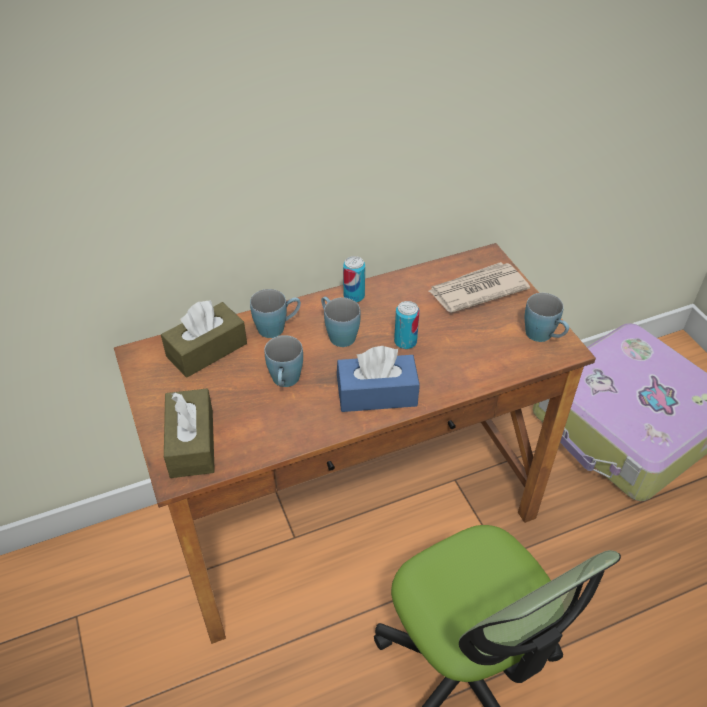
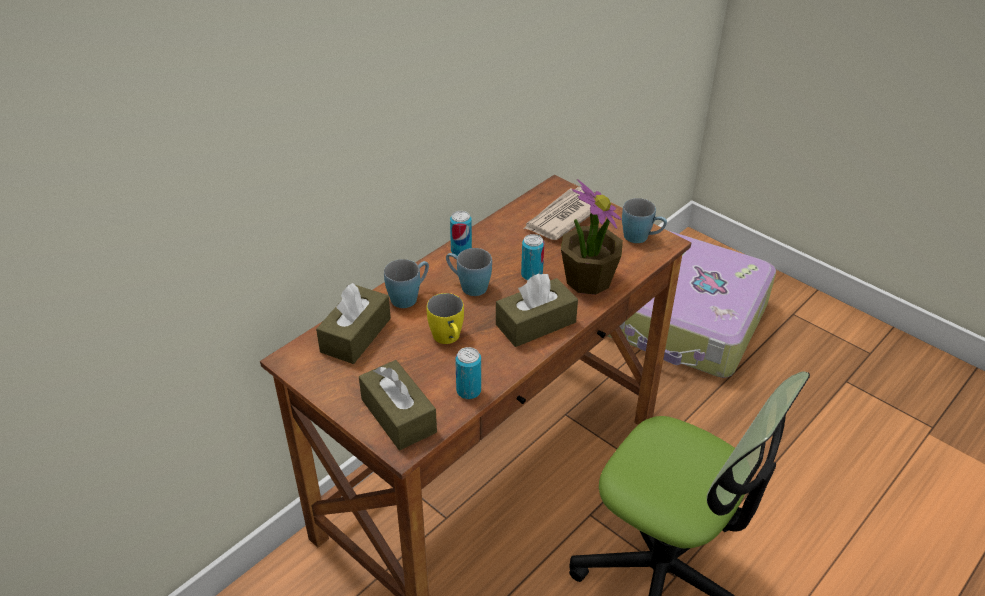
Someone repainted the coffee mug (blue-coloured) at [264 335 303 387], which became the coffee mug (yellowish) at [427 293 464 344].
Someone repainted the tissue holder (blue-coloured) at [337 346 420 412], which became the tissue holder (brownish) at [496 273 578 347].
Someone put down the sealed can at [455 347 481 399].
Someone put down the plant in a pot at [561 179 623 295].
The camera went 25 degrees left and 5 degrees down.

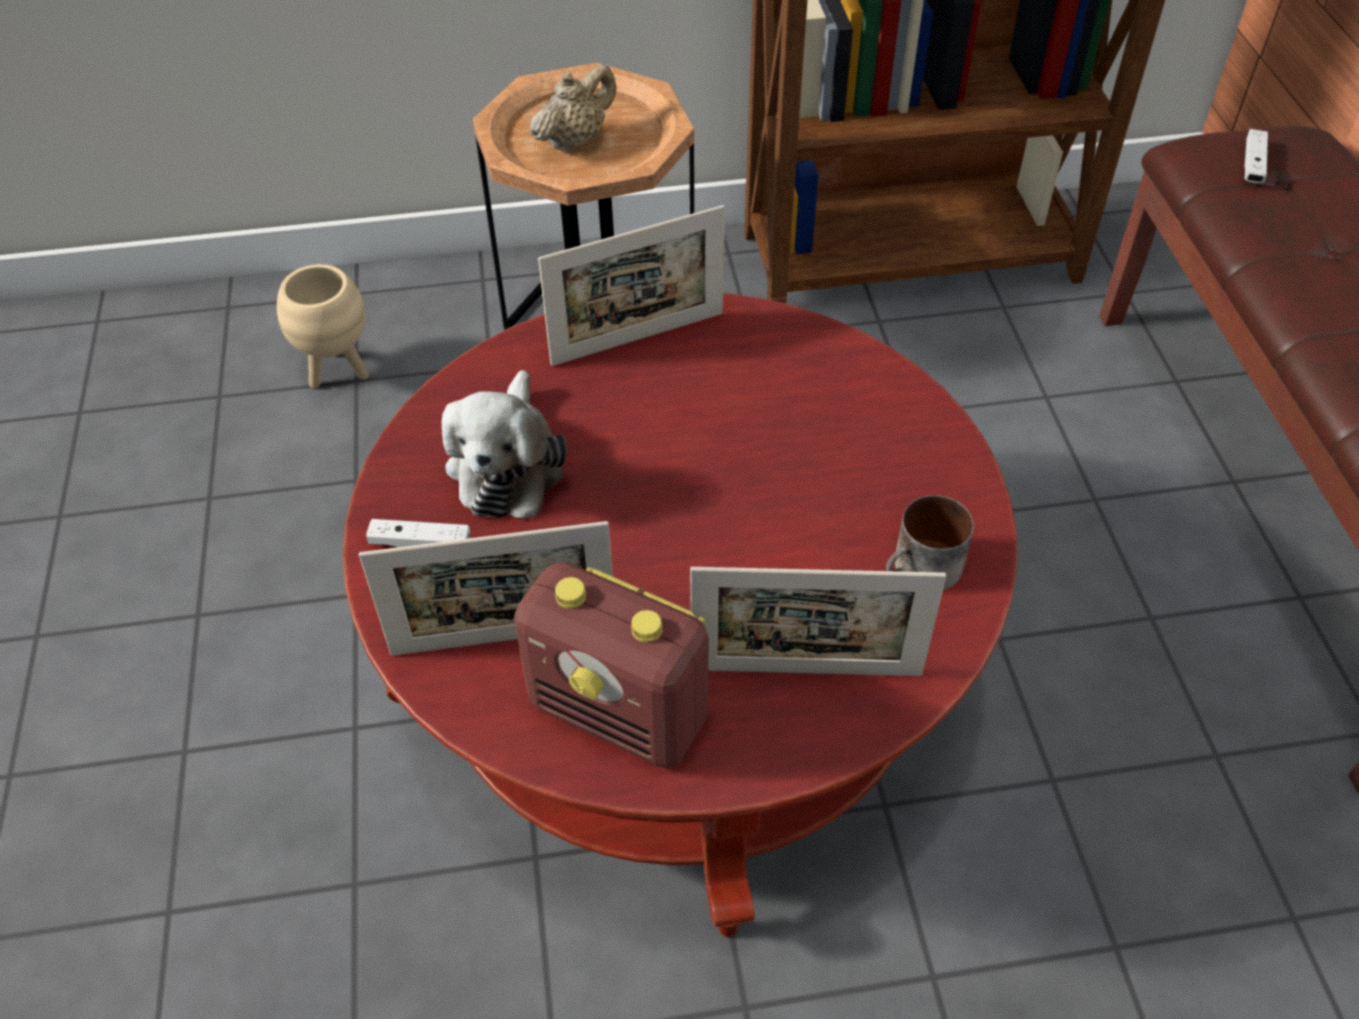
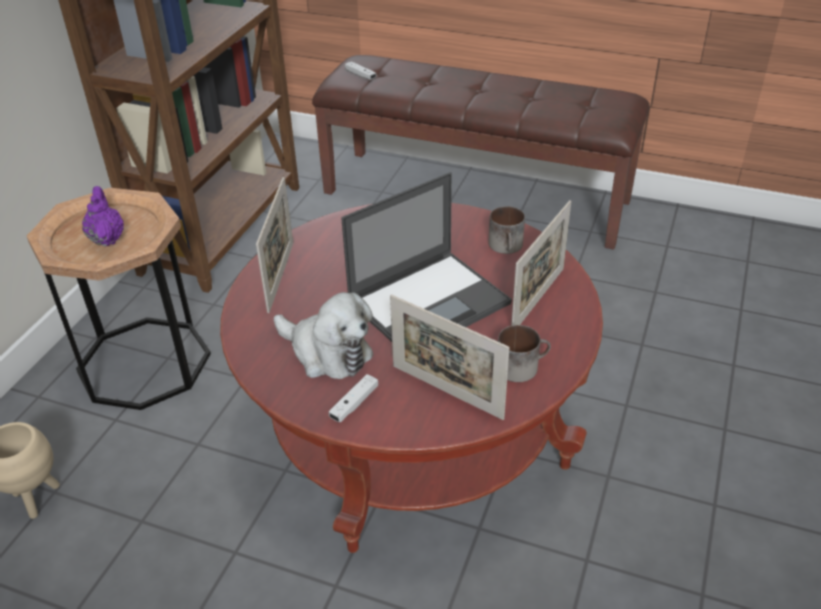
Someone rotated the photo frame at [359 521 613 656] by 105 degrees clockwise.
Someone swapped the radio at [514 562 709 768] for the coffee mug at [498 325 551 382].
Someone repainted the pot for tea (beige-coloured) at [530 64 617 153], which became the pot for tea (purplish) at [82 186 124 247].
Someone put down the portable computer at [341 172 512 342].
The camera went 60 degrees left and 10 degrees down.

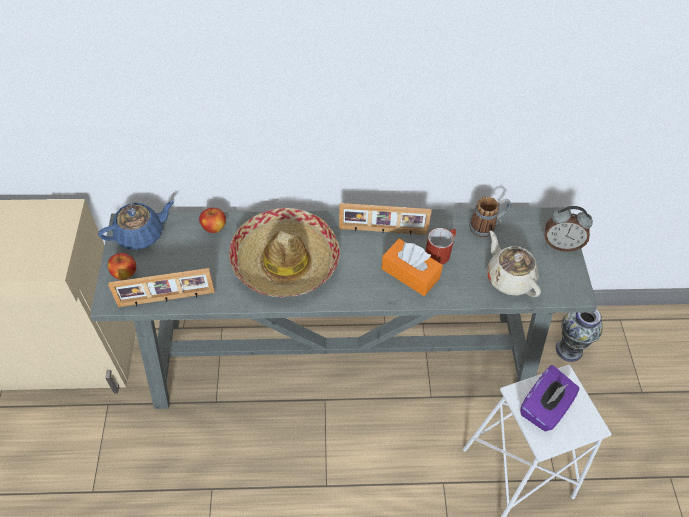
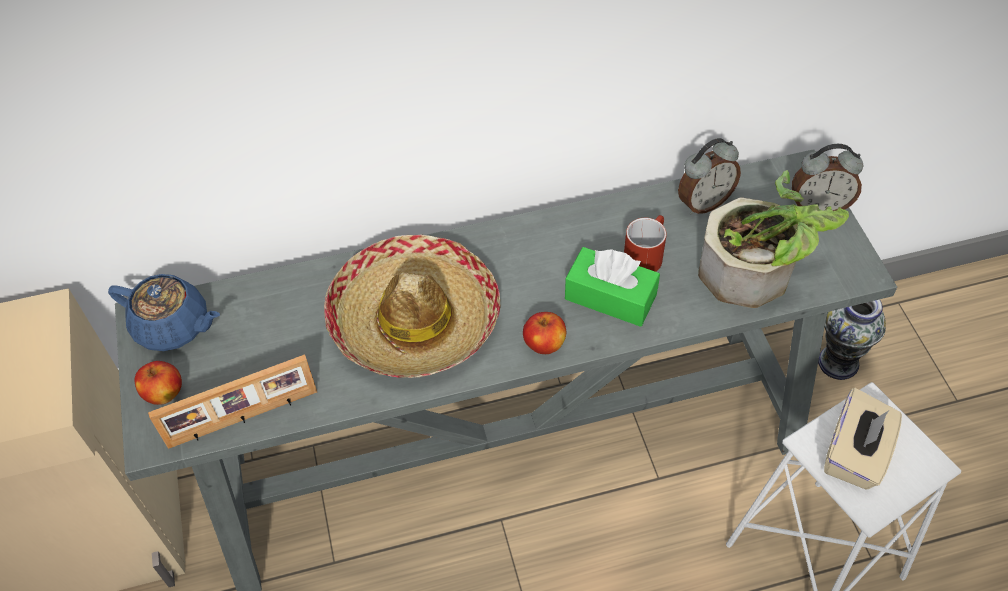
Someone rotated the pot for tea (blue-coloured) at [98 201 174 250] by 60 degrees clockwise.
Someone carried the apple from [199 208 226 233] to [523 312 566 354].
Someone took away the photo frame at [339 203 431 235].
Someone repainted the tissue holder (orange) at [381 238 443 296], which became the tissue holder (green-coloured) at [565 247 660 327].
Someone swapped the coffee mug at [469 197 511 237] for the table clock at [678 138 741 215].
Someone swapped the pot for tea (beige-coloured) at [487 231 541 297] for the plant in a pot at [698 170 849 308].
Someone repainted the tissue holder (purplish) at [520 365 579 431], which became the tissue holder (beige-coloured) at [824 388 902 489].
The camera went 10 degrees left and 0 degrees up.

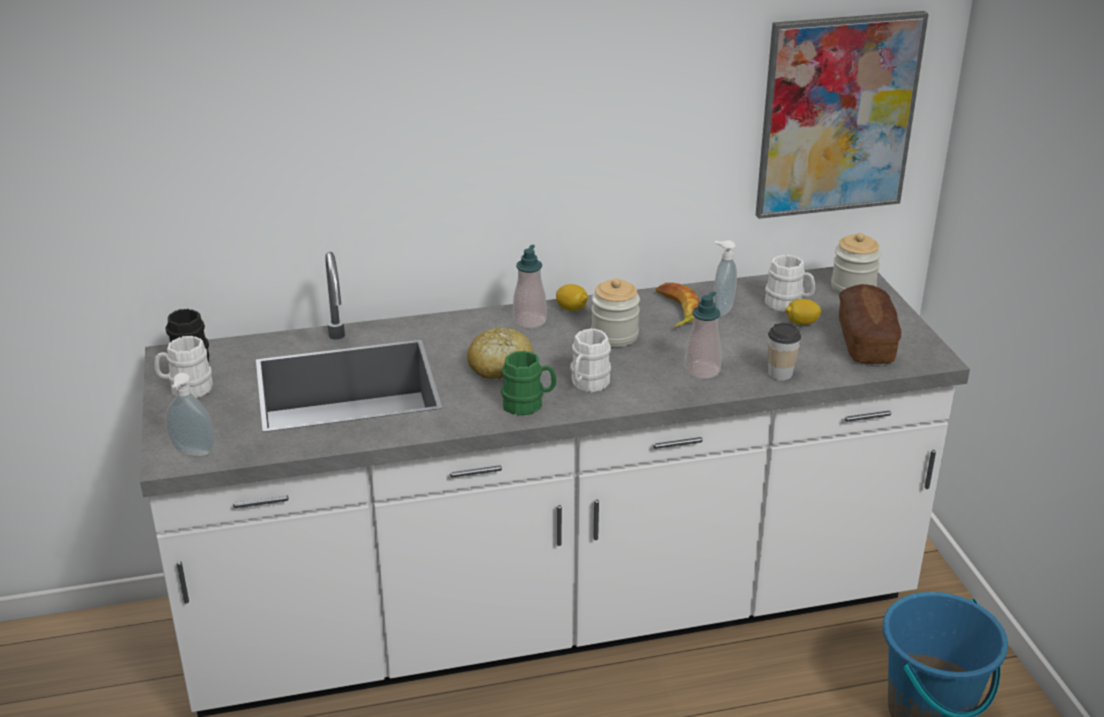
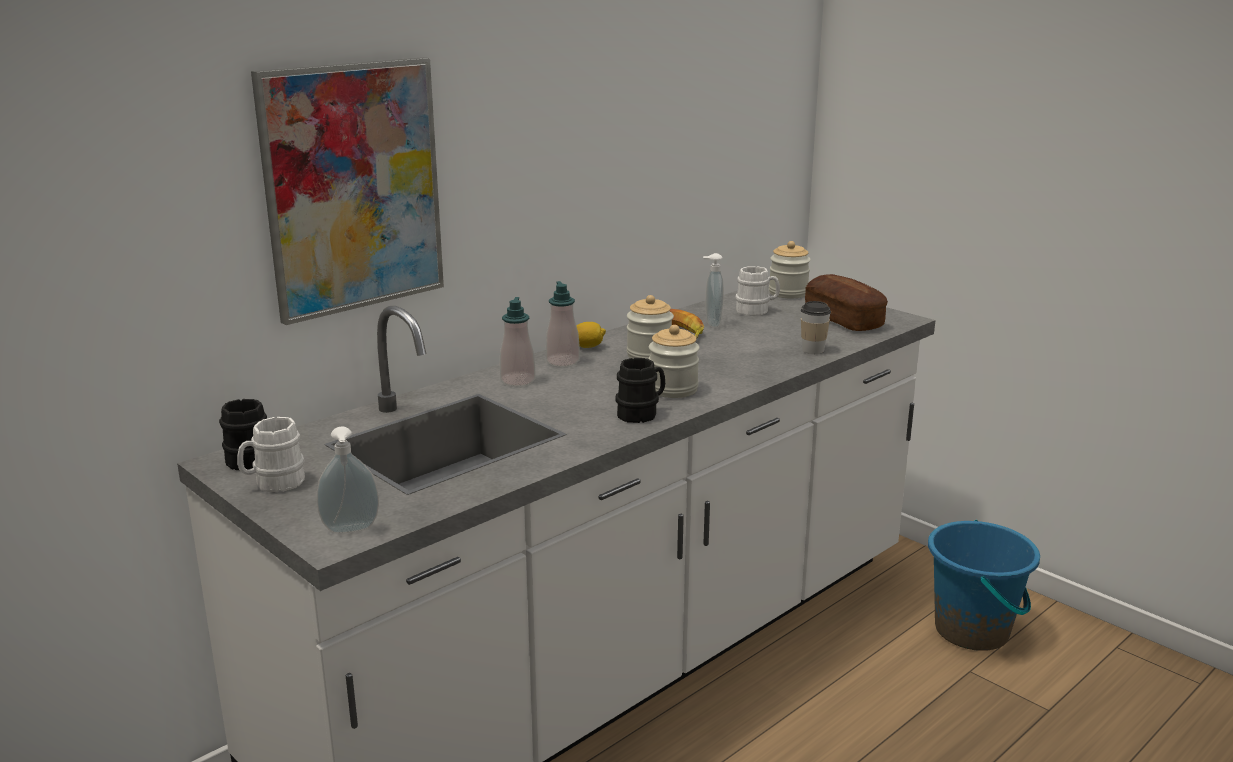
Someone took away the bread at [467 328 533 379].
Someone repainted the coffee mug (green-coloured) at [501 351 556 415], which became the coffee mug (black) at [615 358 665 423].
Someone swapped the coffee mug (whitish) at [570 328 611 392] for the jar at [649 325 700 398].
Someone carried the soap bottle from [685 291 721 379] to [500 297 536 386].
Someone carried the wall art from [756 11 929 219] to [251 57 444 325].
Someone took away the whole lemon at [786 299 821 325].
The camera went 30 degrees left and 10 degrees down.

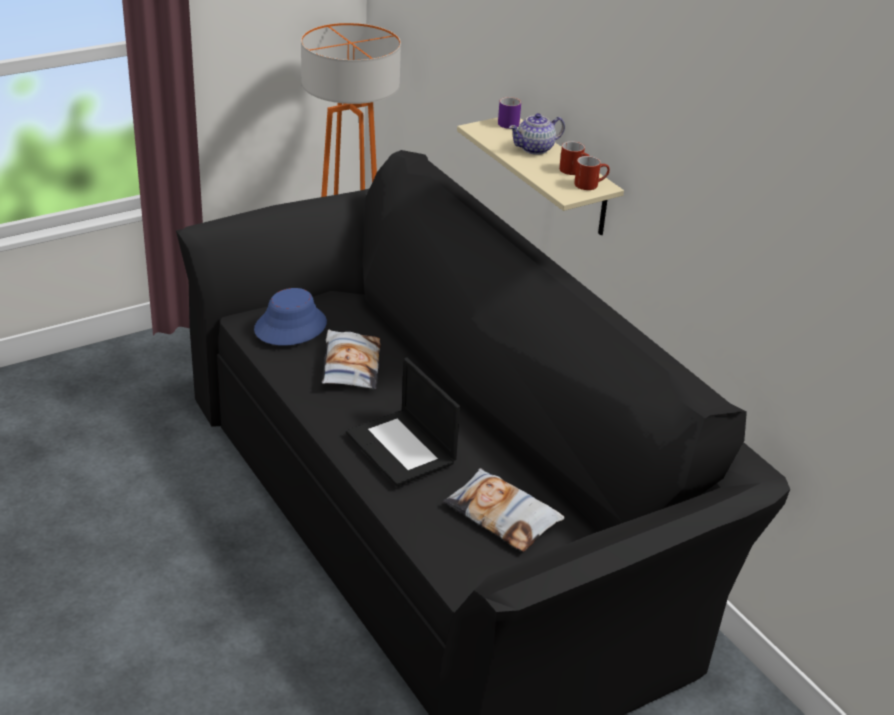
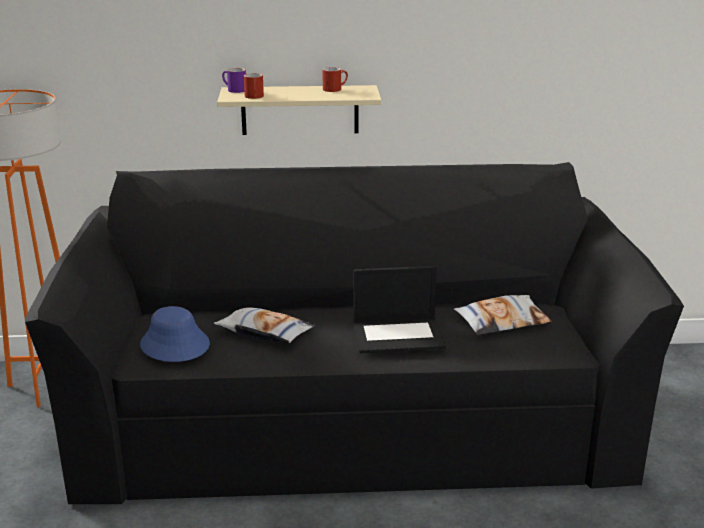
Someone took away the pot for tea at [509 113 565 155].
Someone carried the coffee mug (red-coloured) from [574 156 610 190] to [244 73 264 99].
The camera went 60 degrees left and 10 degrees down.

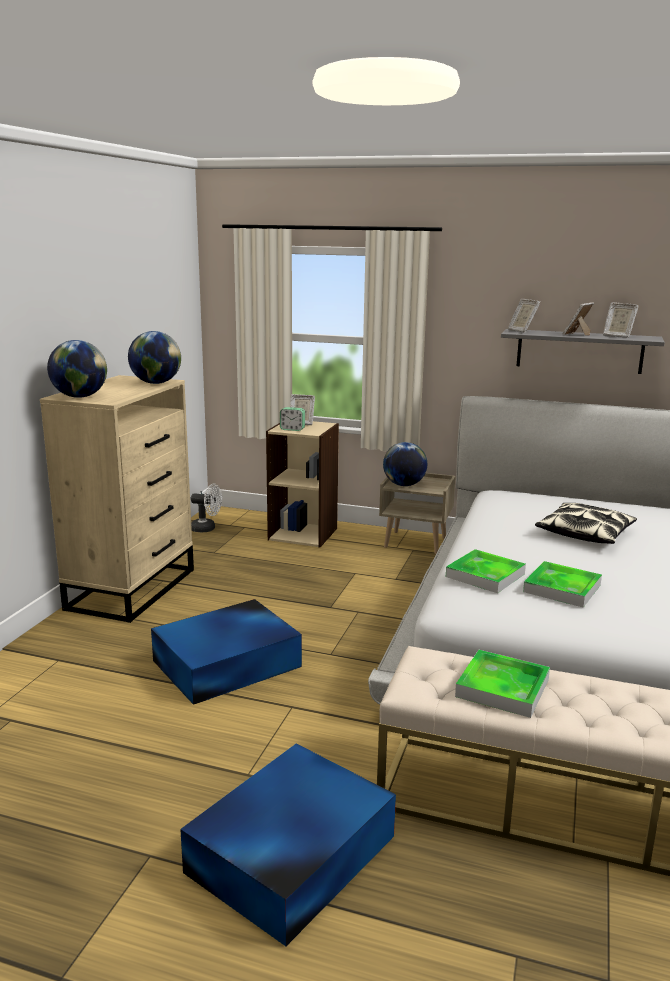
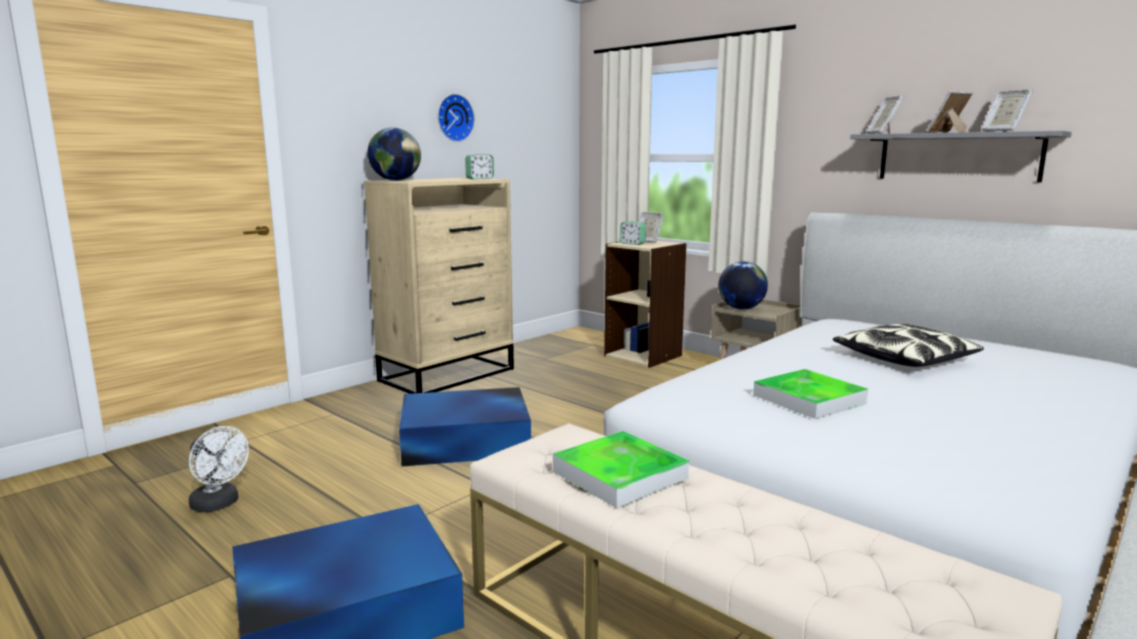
Someone swapped the world globe at [128 331 181 384] for the table clock at [465 154 494 180].
Someone carried the electric fan (whitish) from [191 484 222 532] to [189 426 249 512].
Someone took away the tray at [446 549 526 593].
Someone put up the wall clock at [438 94 475 142].
The camera went 25 degrees right and 5 degrees down.

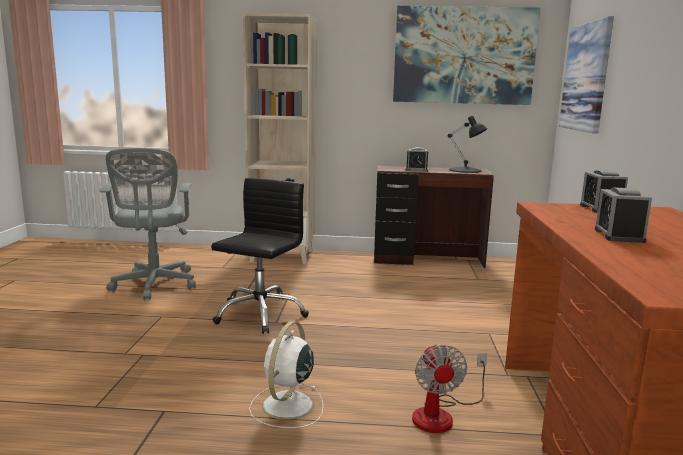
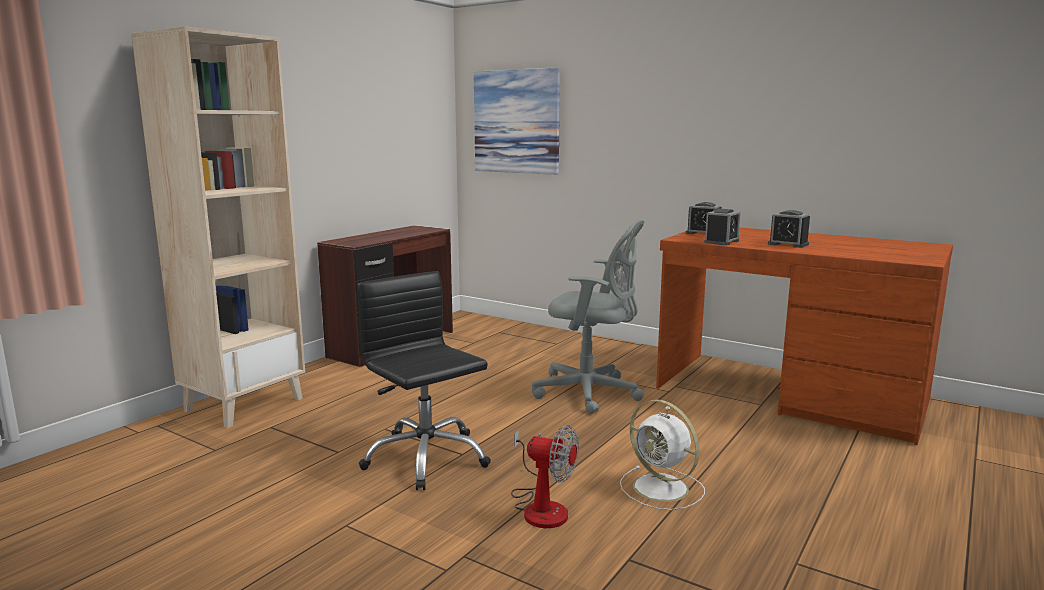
Someone carried the desk chair (grey) from [100 147 196 300] to [532 220 645 414].
Someone took away the wall art at [393 6 541 105].
Someone carried the table clock from [405 147 428 171] to [704 208 741 245].
Someone carried the electric fan from [412 344 487 433] to [511 425 579 528].
Someone took away the lamp for a table (black) at [448 116 487 173].
The camera went 60 degrees left and 0 degrees up.

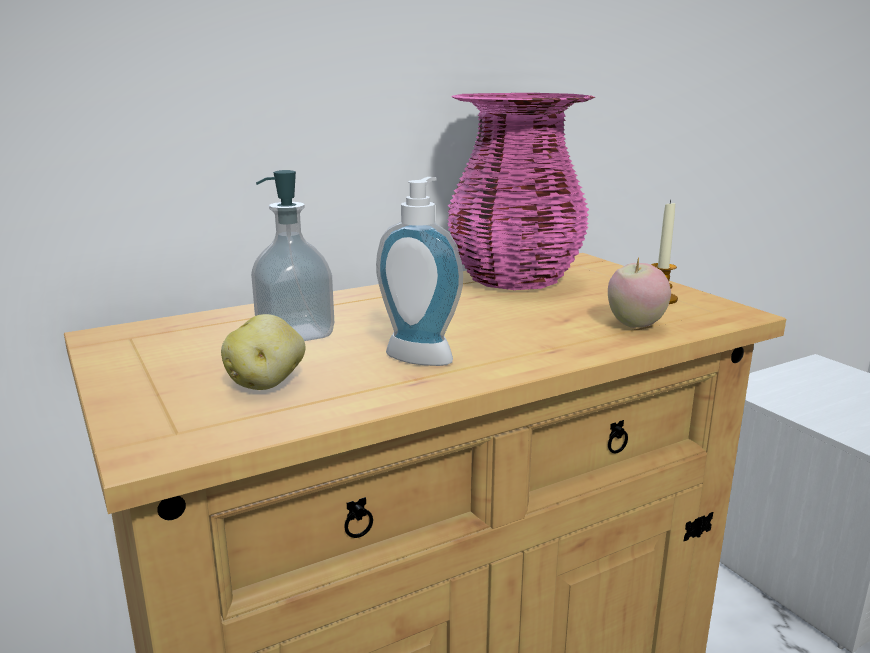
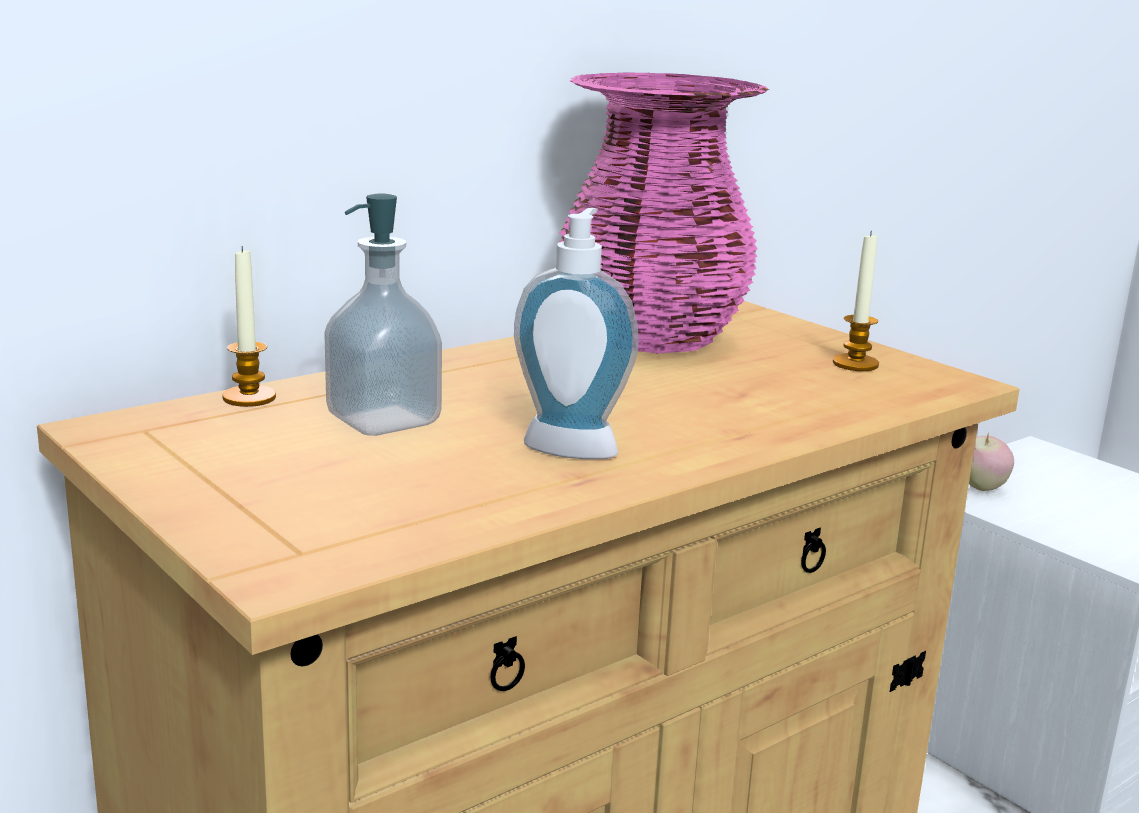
Someone took away the whole potato at [221 314 305 390].
Someone carried the apple from [608 257 671 328] to [969 432 1014 491].
Someone put down the wax candle at [222 246 276 407].
The camera went 10 degrees left and 0 degrees up.

